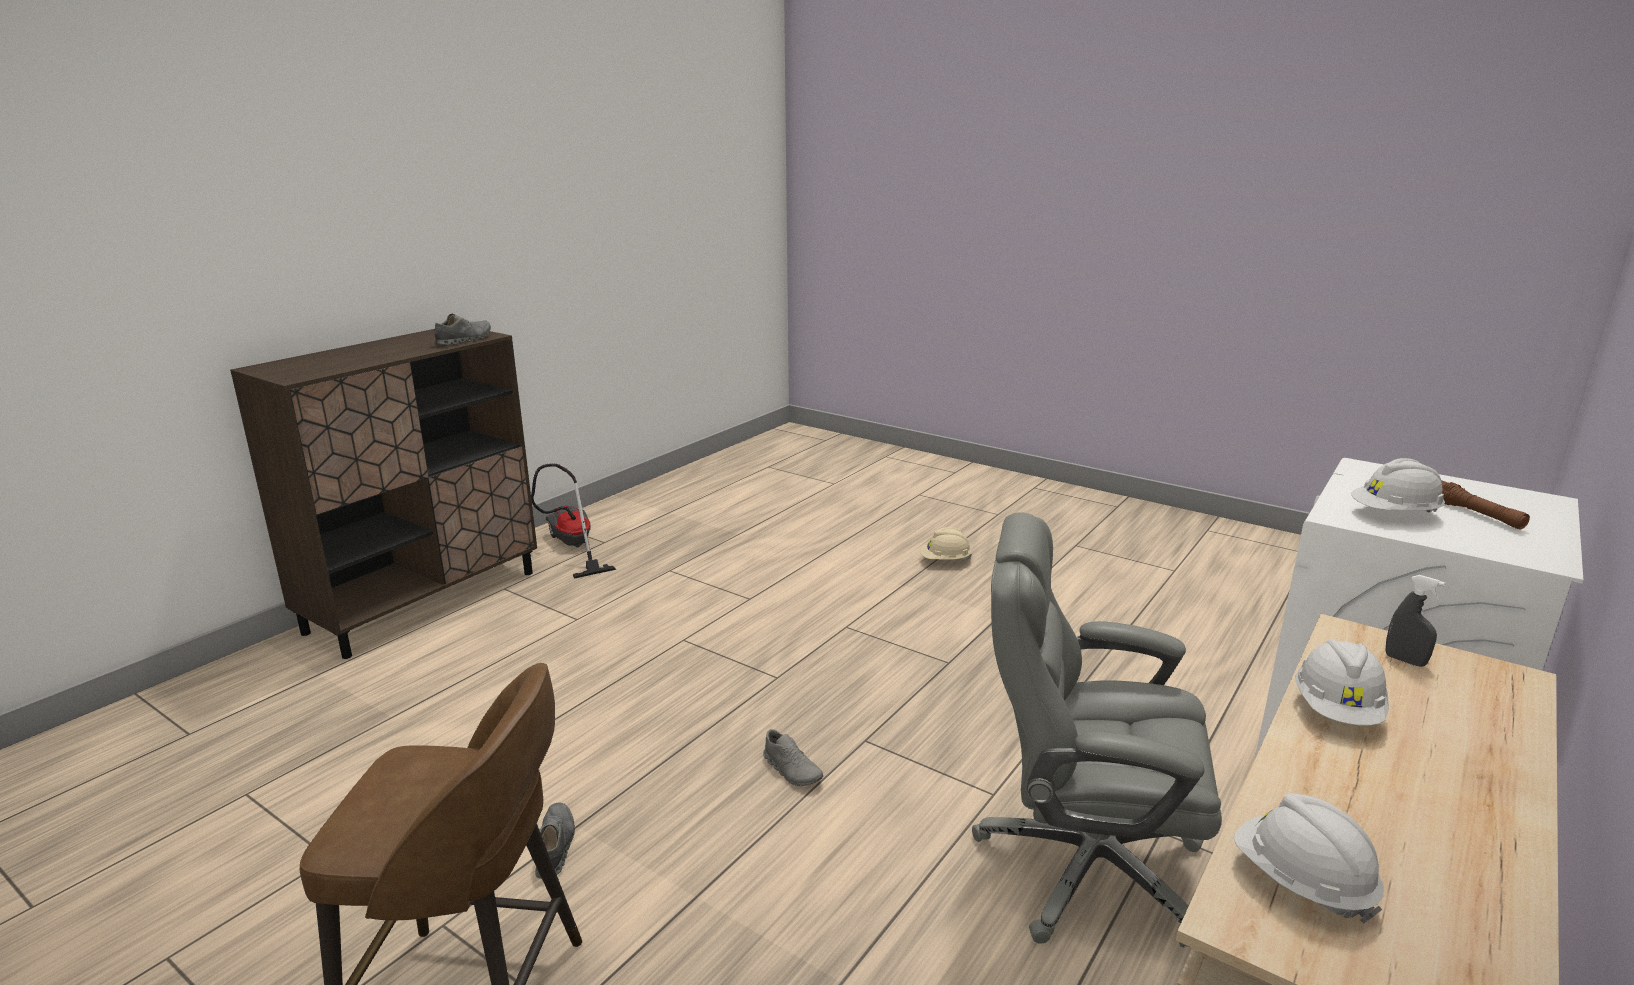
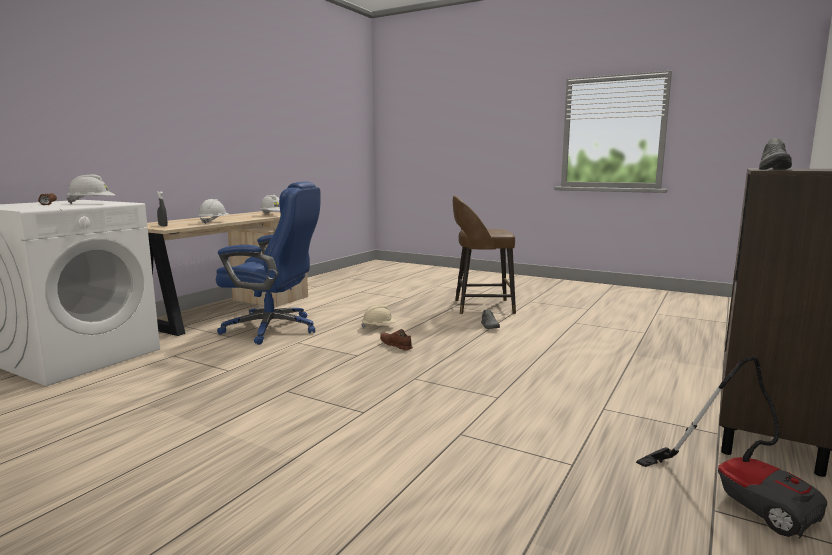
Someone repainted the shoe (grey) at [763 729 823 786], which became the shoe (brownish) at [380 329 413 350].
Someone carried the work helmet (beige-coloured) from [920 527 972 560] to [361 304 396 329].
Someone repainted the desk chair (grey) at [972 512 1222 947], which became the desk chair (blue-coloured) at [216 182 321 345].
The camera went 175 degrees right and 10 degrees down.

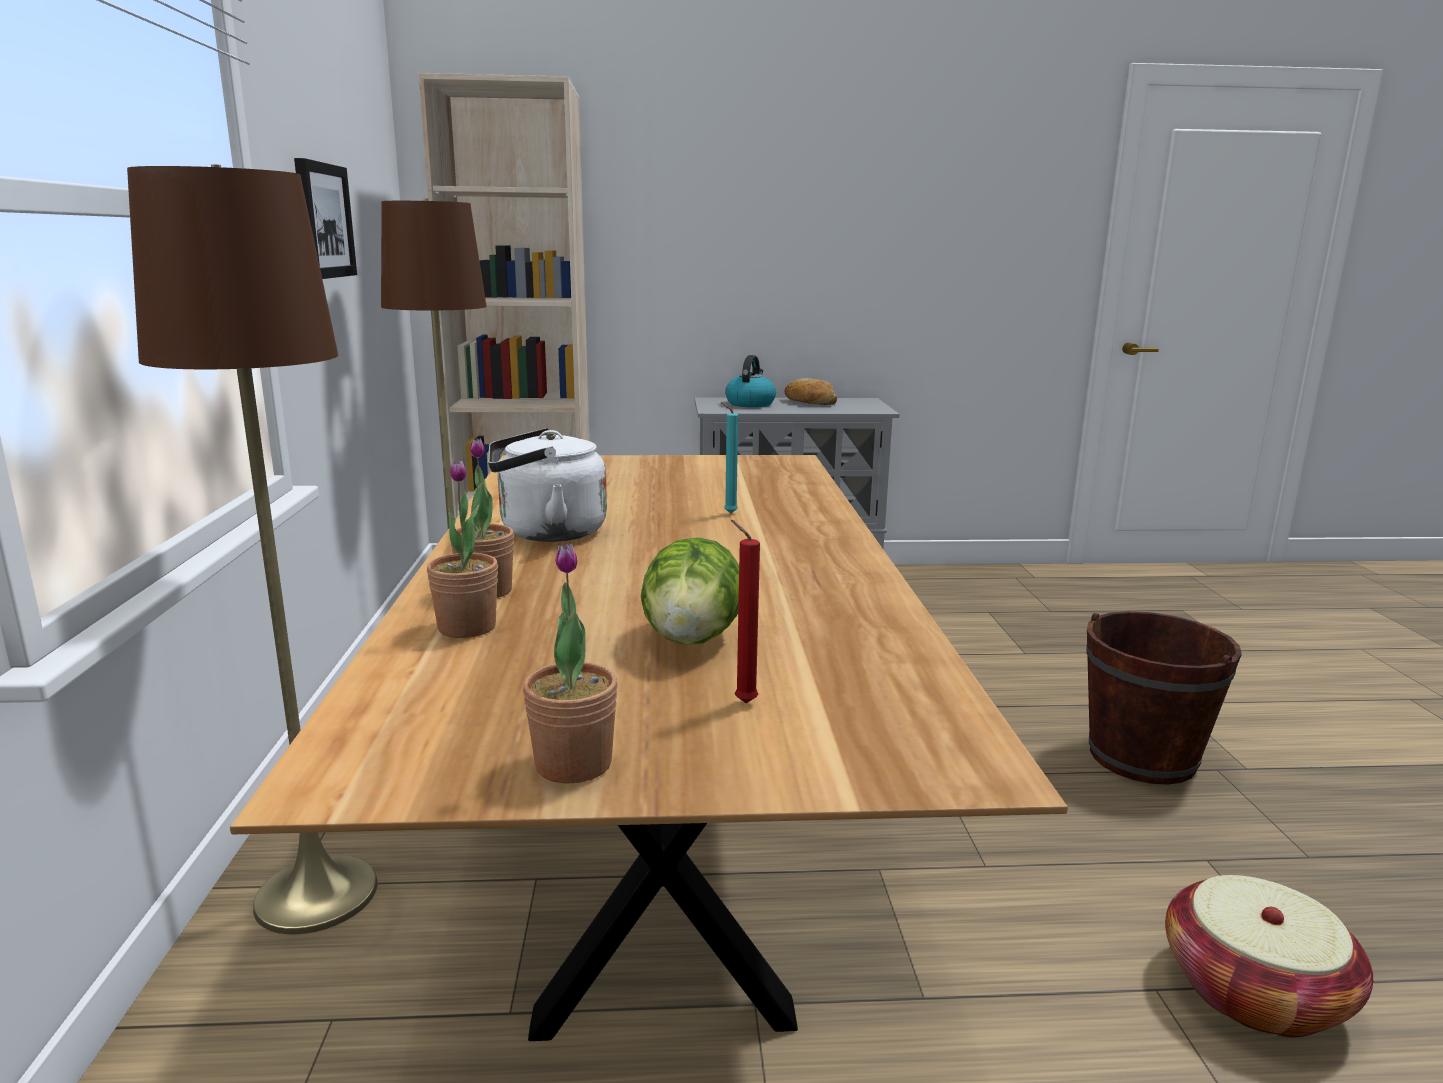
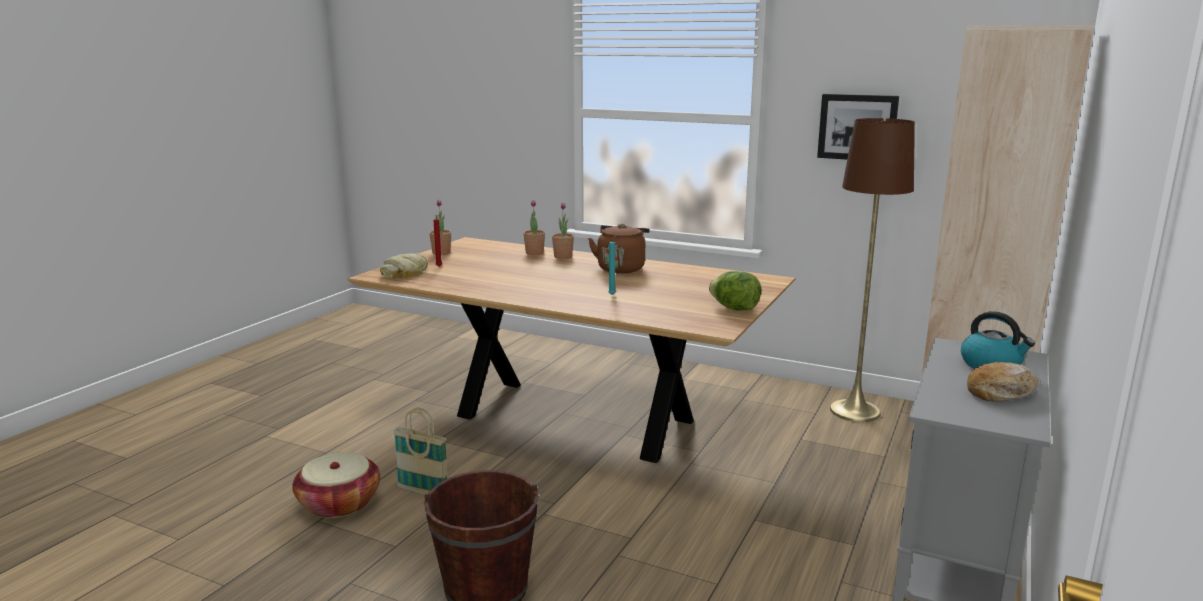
Someone took away the floor lamp (brownish) at [127 164 378 935].
Someone repainted the water kettle (whitish) at [488 428 607 542], which became the water kettle (brownish) at [588 224 650 273].
Someone carried the head of lettuce from [641 537 739 645] to [709 271 761 310].
Someone put down the bread at [380 253 428 279].
Someone put down the storage basket at [394 408 447 494].
The camera went 120 degrees right and 0 degrees up.

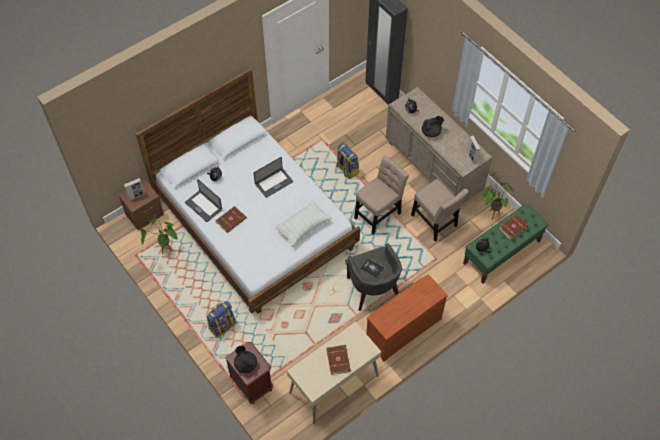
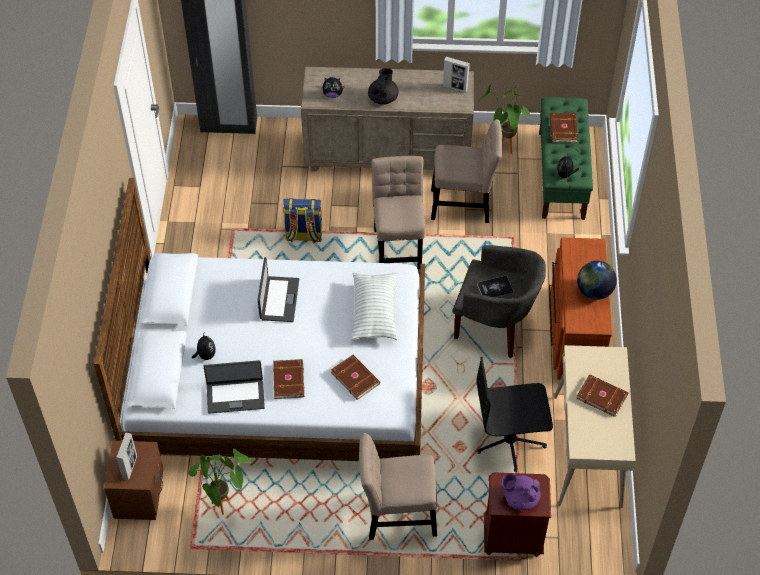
Someone swapped the backpack at [206 301 236 338] for the chair (beige-coloured) at [359 433 437 540].
Someone repainted the pot for tea (black) at [234 346 257 373], which became the pot for tea (purplish) at [502 473 541 511].
Someone put down the volume (brownish) at [331 355 380 400].
Someone put down the desk chair (black) at [477 357 553 472].
Someone put down the world globe at [577 261 617 300].
The camera went 50 degrees left and 5 degrees down.

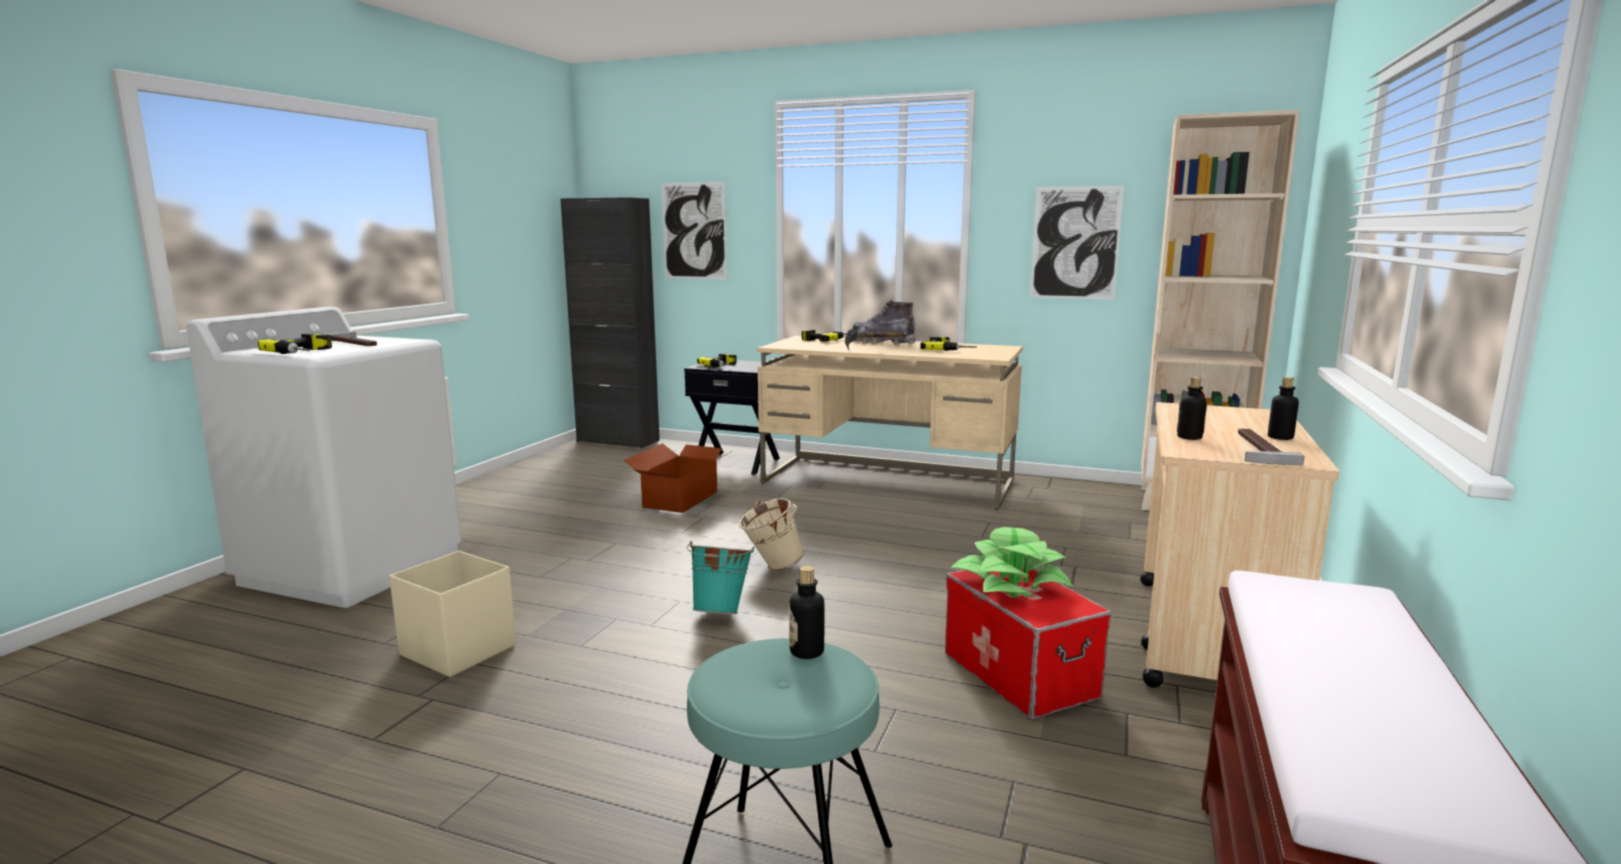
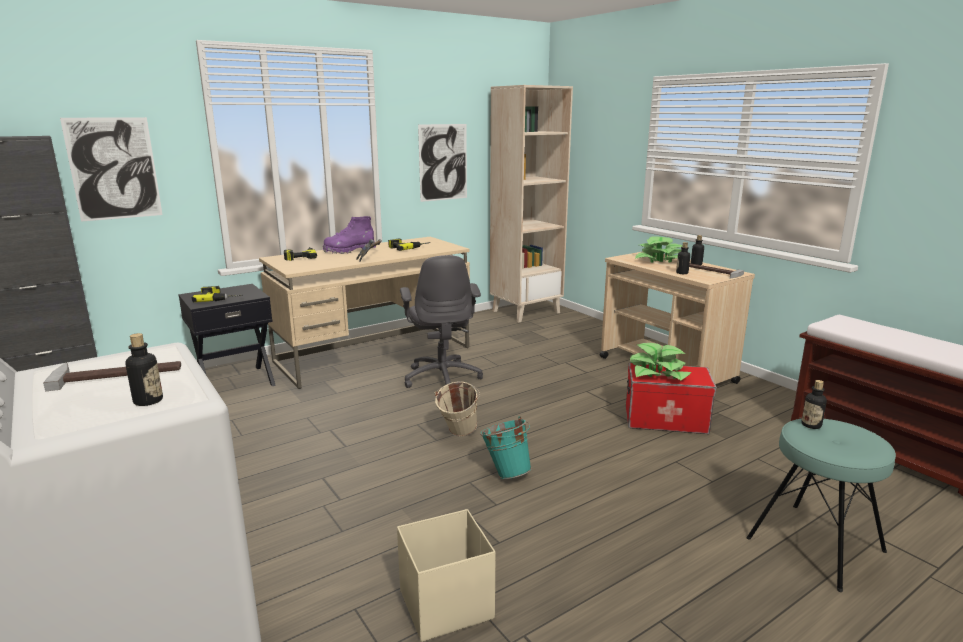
Someone swapped the drill at [258 333 332 354] for the drink bottle at [125 333 163 406].
Someone took away the packing box at [624 443 729 513].
Someone repainted the boot (grey) at [855 300 916 345], which became the boot (purplish) at [323 216 376 254].
Someone put down the desk chair (grey) at [400 255 483 388].
Someone put down the plant in a pot at [635 236 683 263].
The camera went 55 degrees left and 5 degrees up.

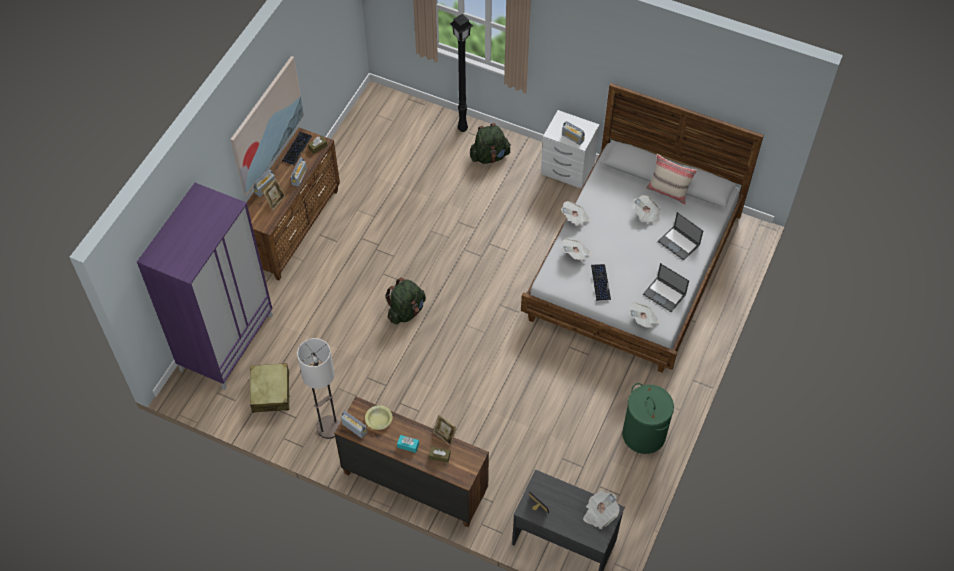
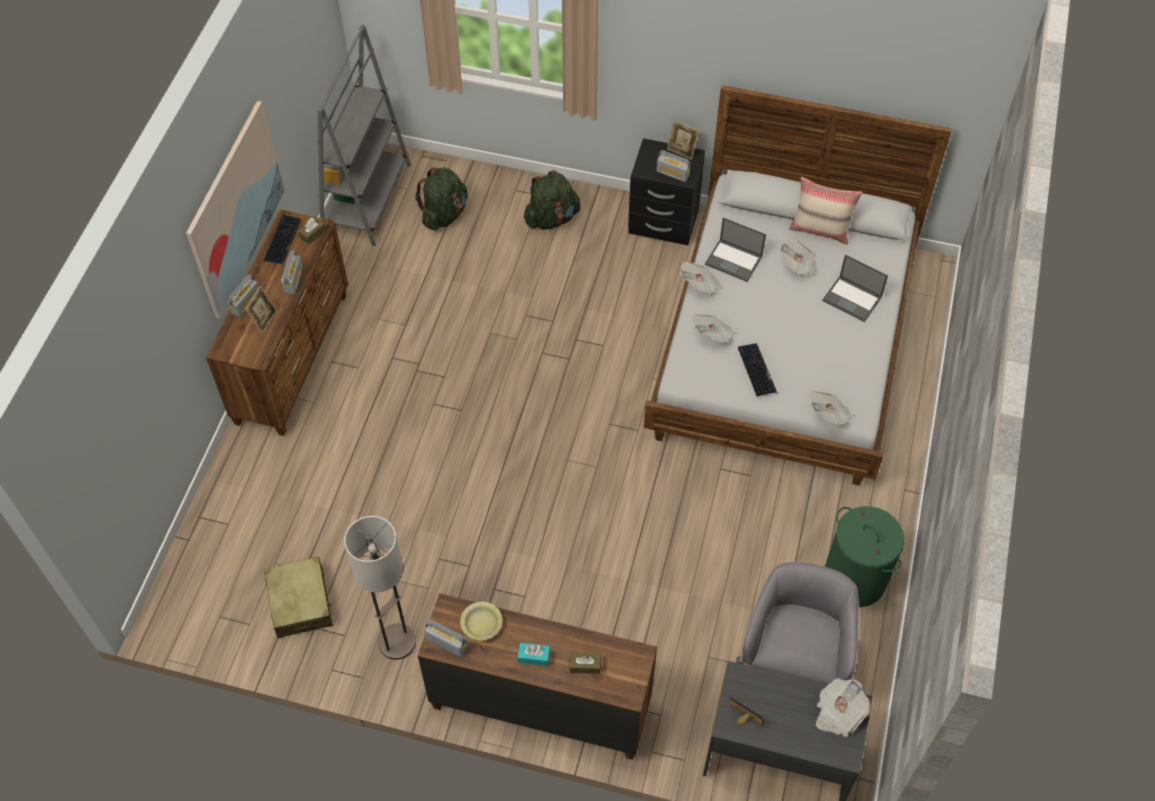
Someone took away the wardrobe (purplish) at [137 183 273 390].
Someone carried the backpack (green-coloured) from [385 278 426 324] to [415 167 468 230].
Someone carried the photo frame from [433 414 457 446] to [667 120 699 160].
Someone took away the floor lamp (black) at [450 14 473 132].
Someone repainted the bedside table (whitish) at [541 110 599 189], which became the bedside table (black) at [628 138 705 246].
Someone carried the portable computer from [643 263 689 312] to [705 218 766 282].
Someone put down the shelving unit (grey) at [317 25 411 246].
Someone put down the desk chair (grey) at [736 562 859 685].
The camera went 10 degrees left and 0 degrees up.

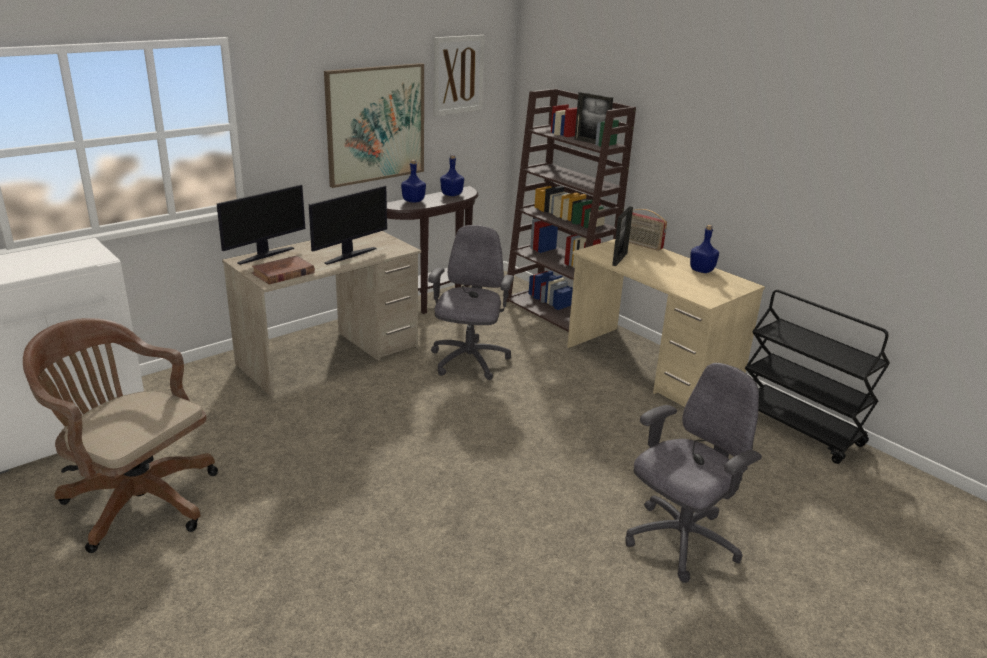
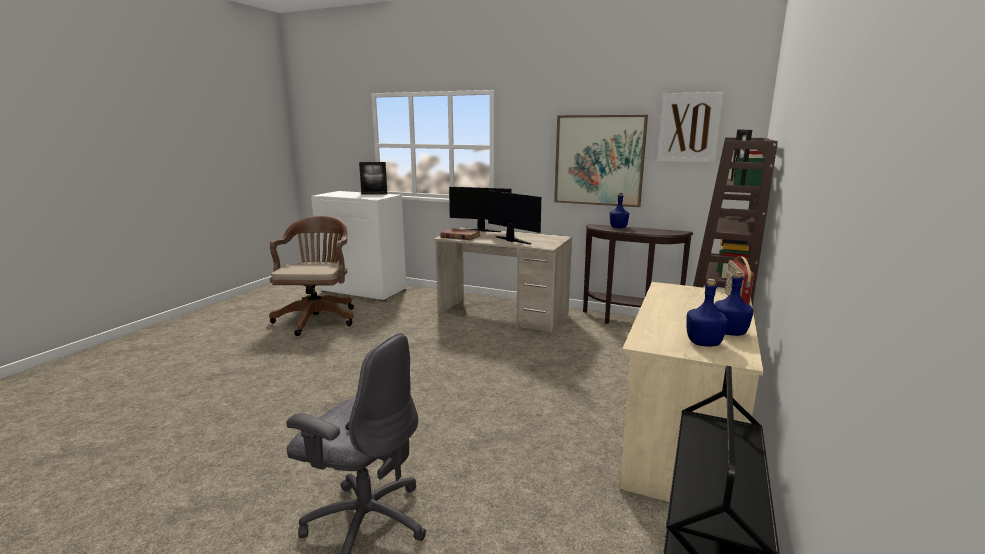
Someone rotated the monitor at [309 185 387 265] by 150 degrees counterclockwise.
Someone took away the desk chair (grey) at [428 225 514 380].
Someone carried the drink bottle (blue-coloured) from [440 155 464 196] to [687 279 728 346].
Someone carried the photo frame from [612 206 633 266] to [359 162 387 195].
The camera went 65 degrees right and 10 degrees down.

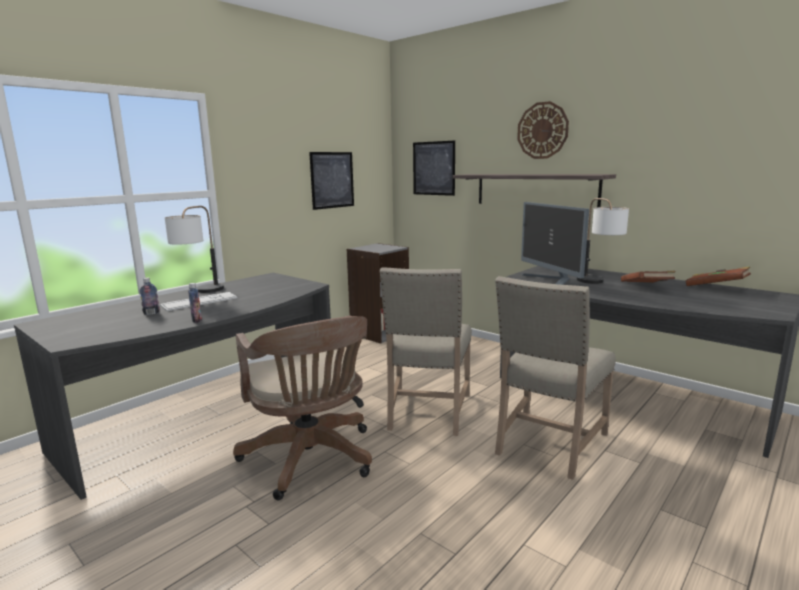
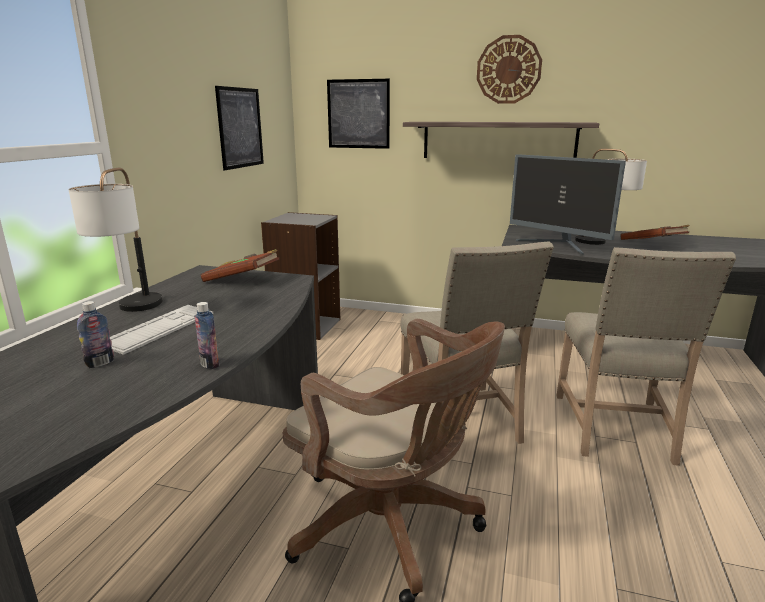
Someone carried the volume (brownish) from [685 266 751 286] to [200 249 279 282].
The camera went 25 degrees left and 5 degrees up.

